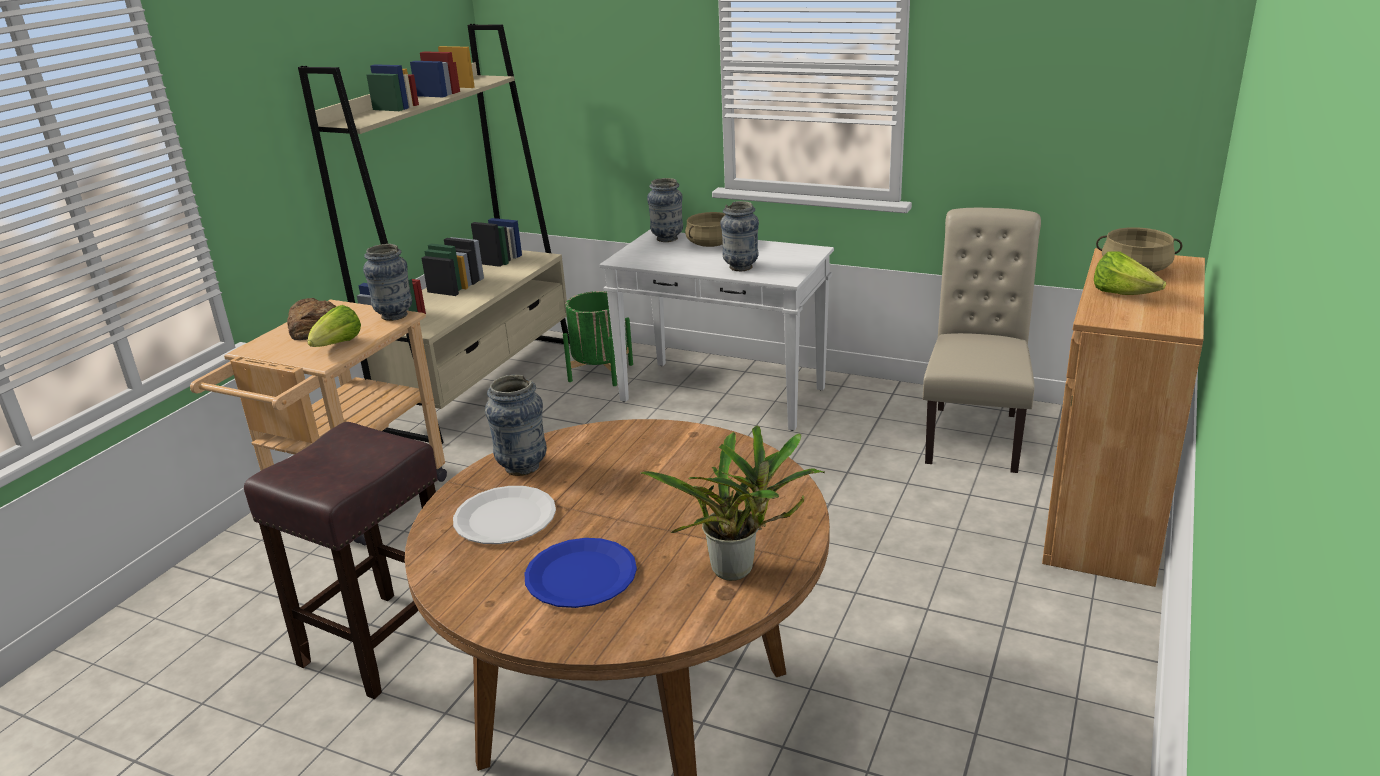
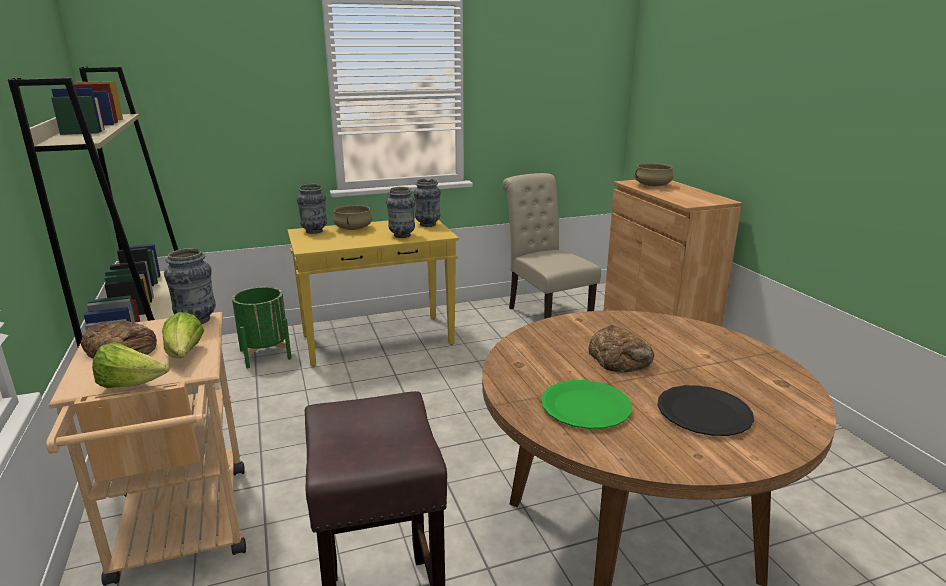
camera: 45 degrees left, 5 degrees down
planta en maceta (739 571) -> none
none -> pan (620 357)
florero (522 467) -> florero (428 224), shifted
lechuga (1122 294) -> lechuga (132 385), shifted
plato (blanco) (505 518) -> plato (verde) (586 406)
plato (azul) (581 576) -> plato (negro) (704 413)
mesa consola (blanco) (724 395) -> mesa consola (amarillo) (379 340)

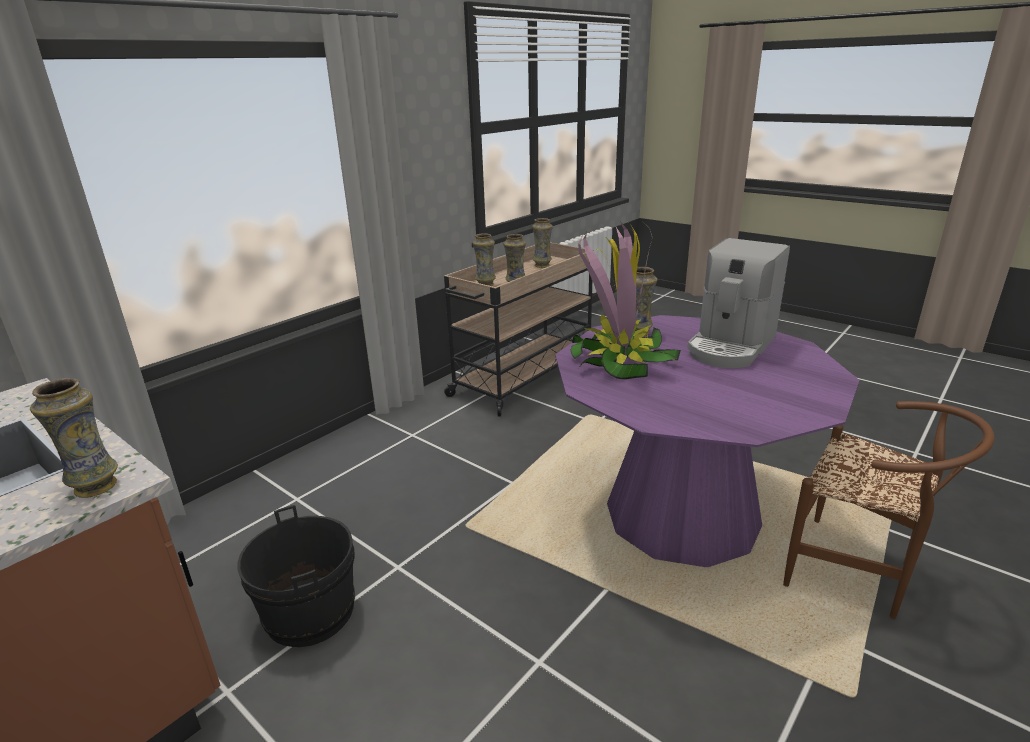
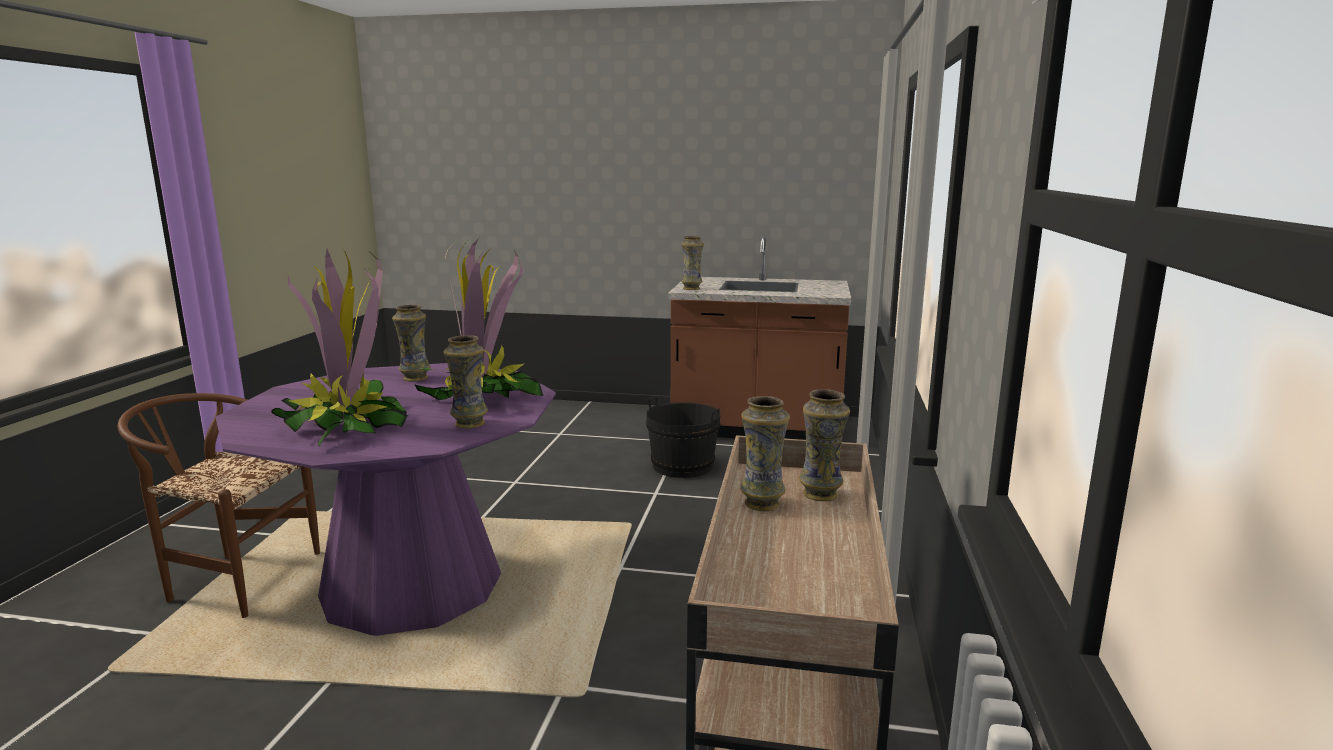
camera: 150 degrees right, 10 degrees down
florero (542 265) -> florero (414 378), shifted
cafetera (731 347) -> planta en maceta (347 426)

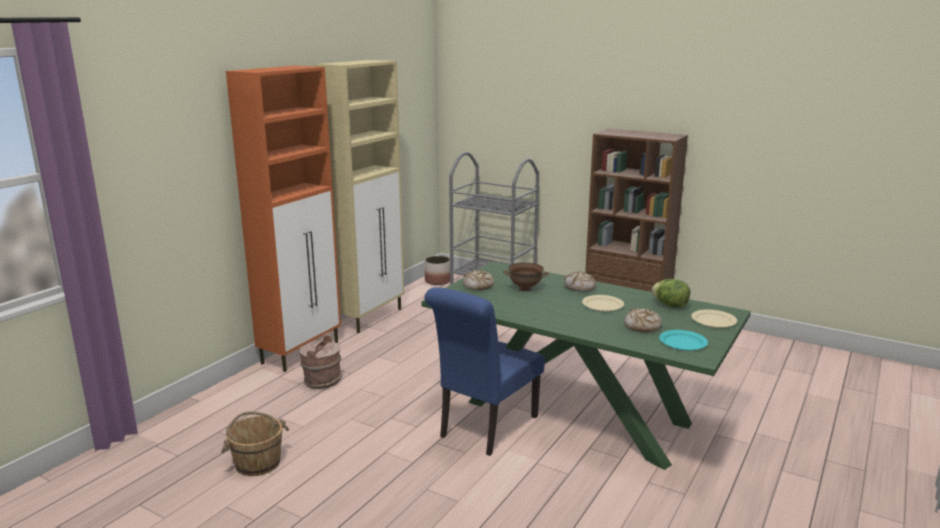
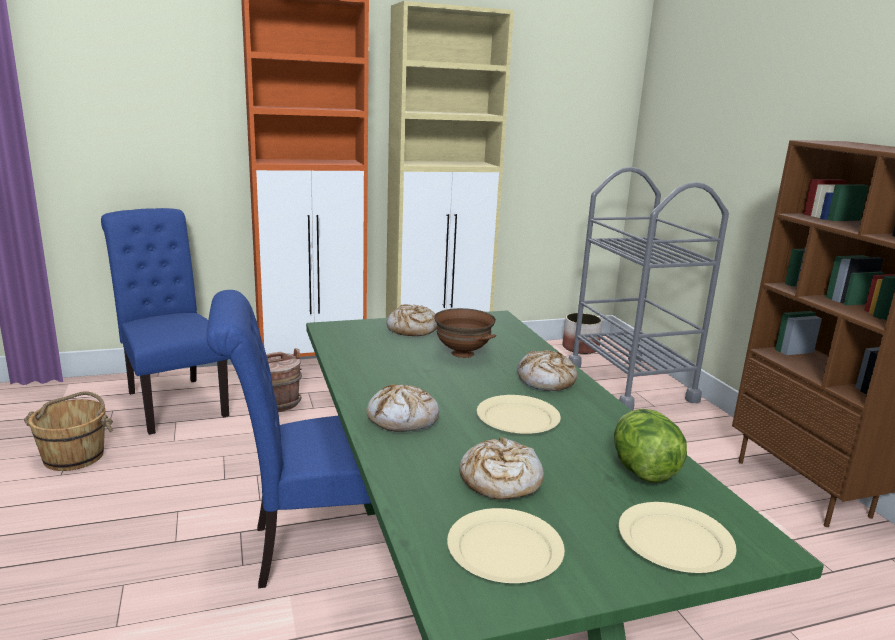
camera: 40 degrees right, 0 degrees up
none -> silla (azul) (173 401)
none -> pan (403 419)
plato (turquesa) (683 342) -> plato (beis) (506 550)

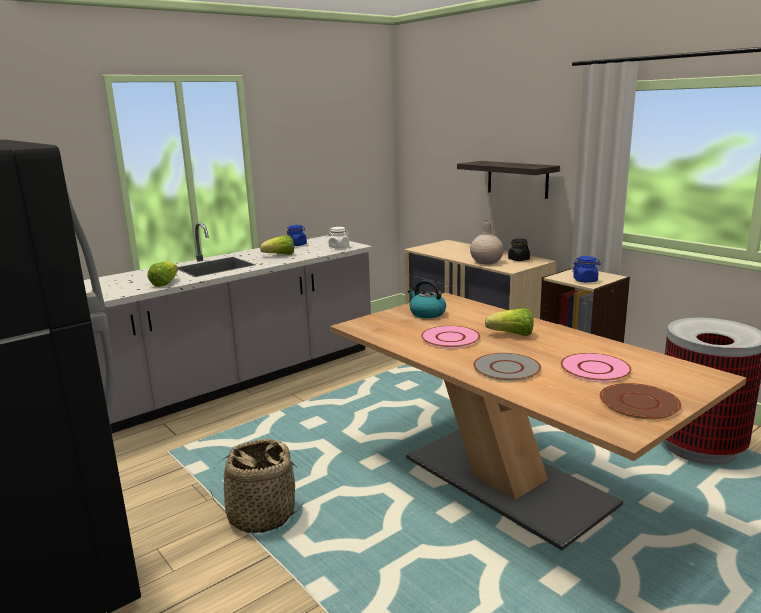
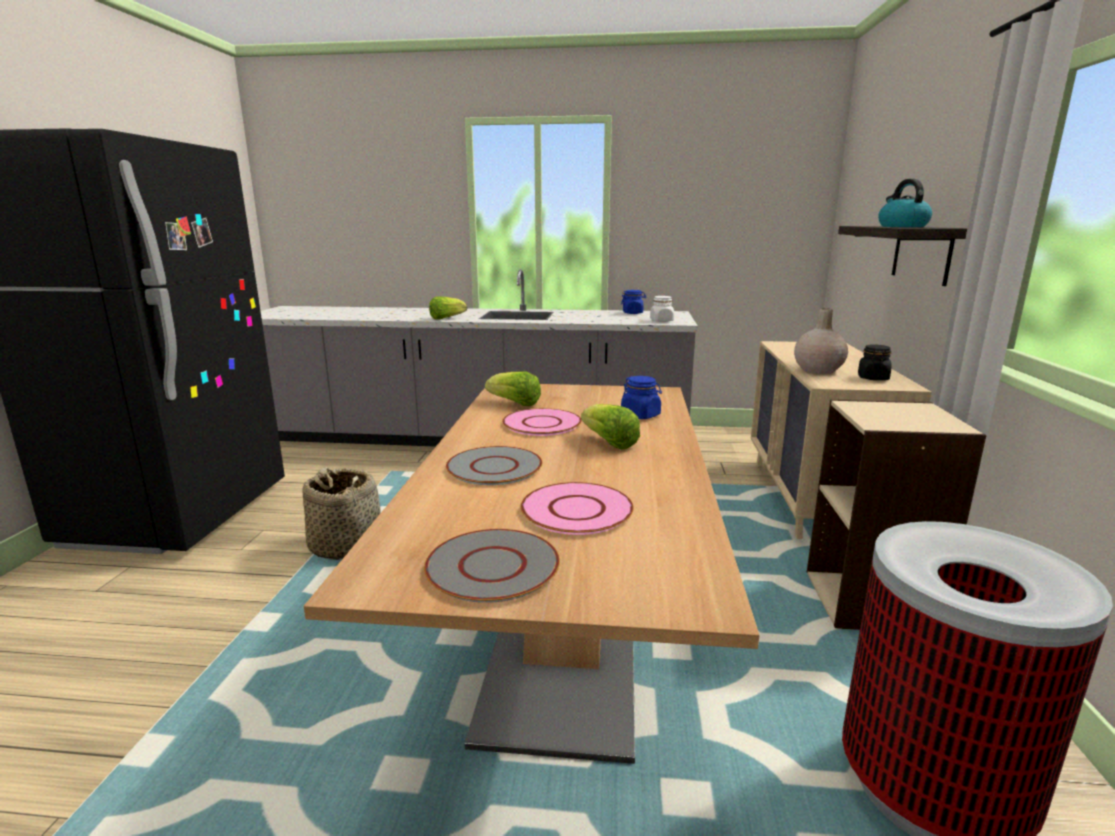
camera: 45 degrees right, 0 degrees up
lechuga (280 255) -> lechuga (515 404), shifted
hervidor (426 313) -> hervidor (901 226), shifted
tarro (azul) (585 280) -> tarro (azul) (640 415), shifted
plato (marrón) (639 403) -> plato (gris) (492 567)

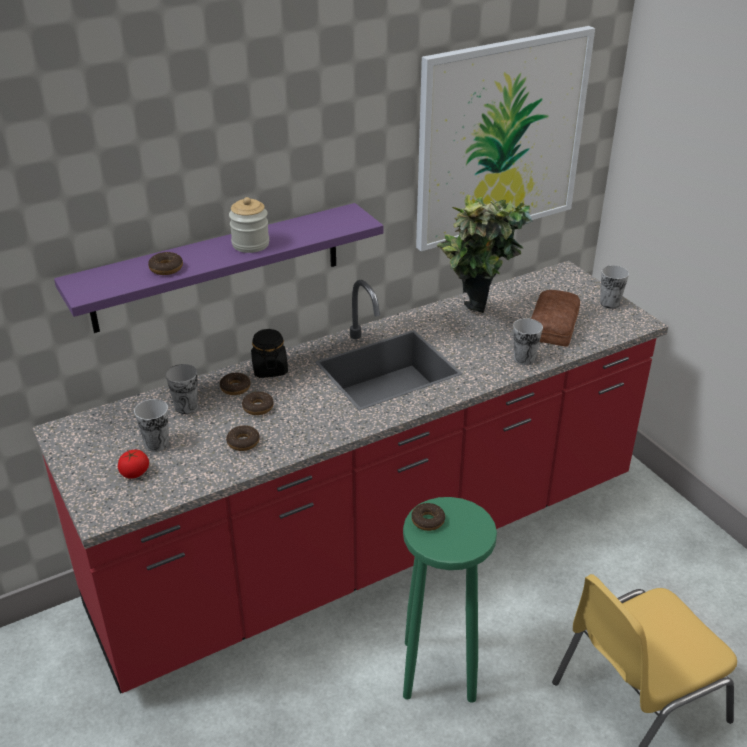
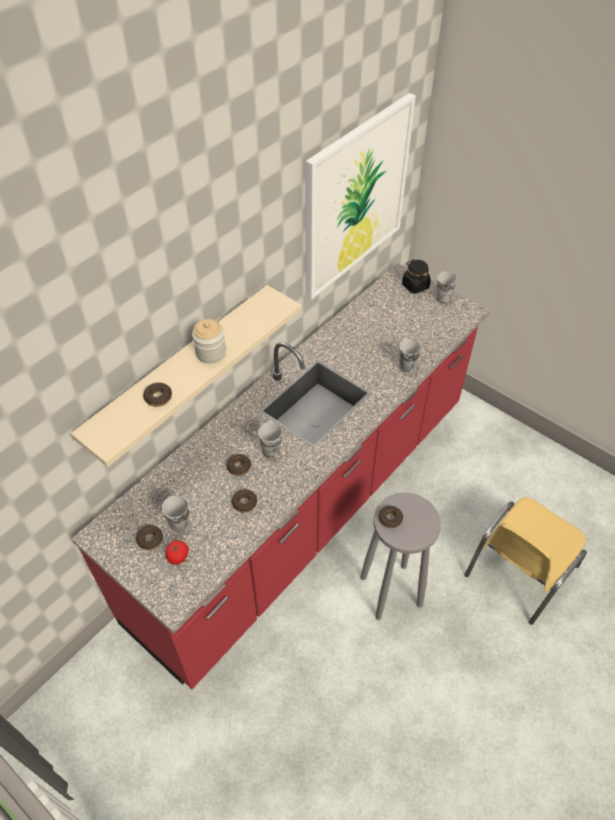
camera: 20 degrees left, 15 degrees up
planta en maceta (475 322) -> none
pan (555 325) -> none
taza (186 407) -> taza (271 451), shifted
rosquilla (235 388) -> rosquilla (150 539), shifted
tarro (negro) (269 369) -> tarro (negro) (415 286), shifted
estante (morado) (217 267) -> estante (beis) (181 371)
taburete (verde) (440 670) -> taburete (gris) (392 590)

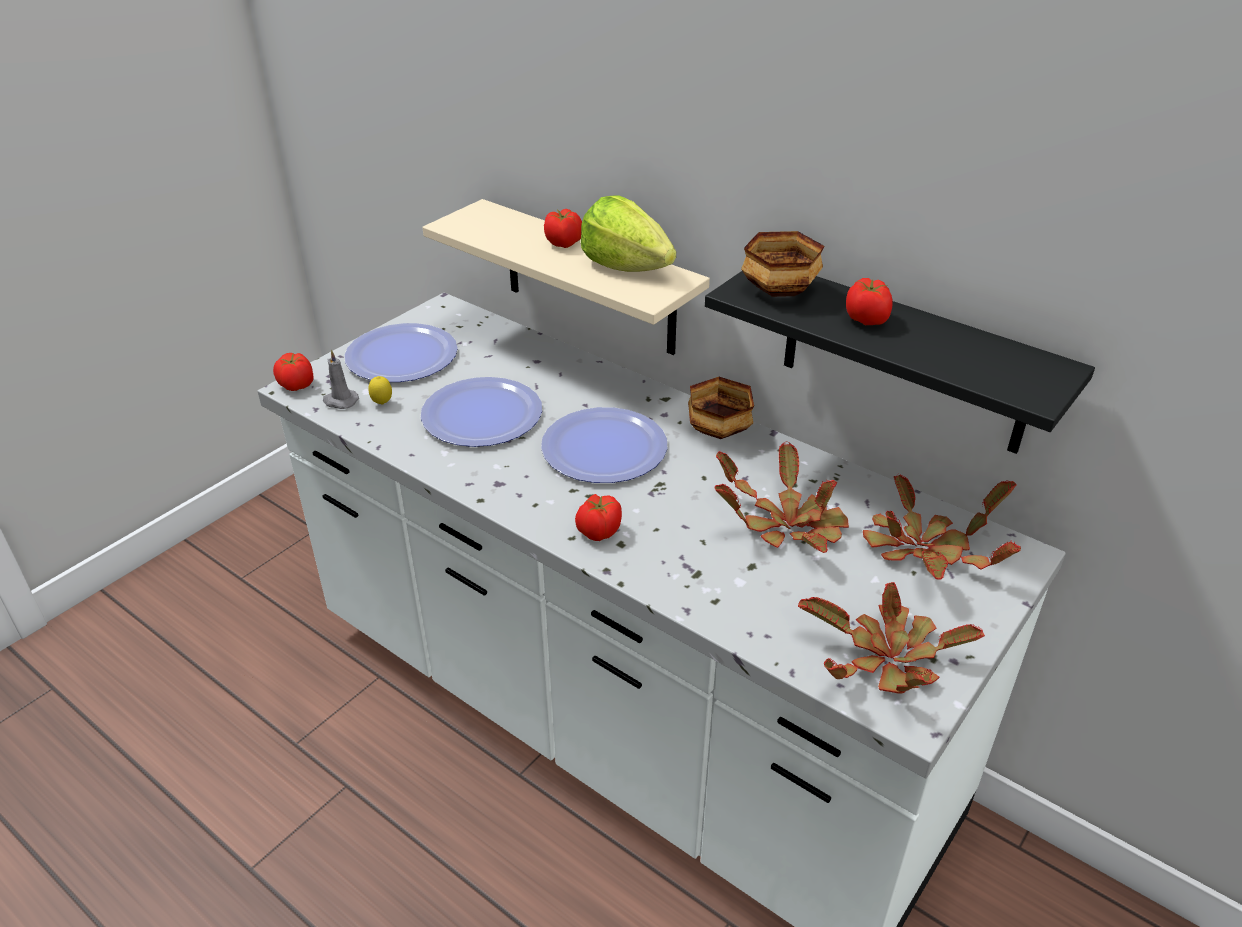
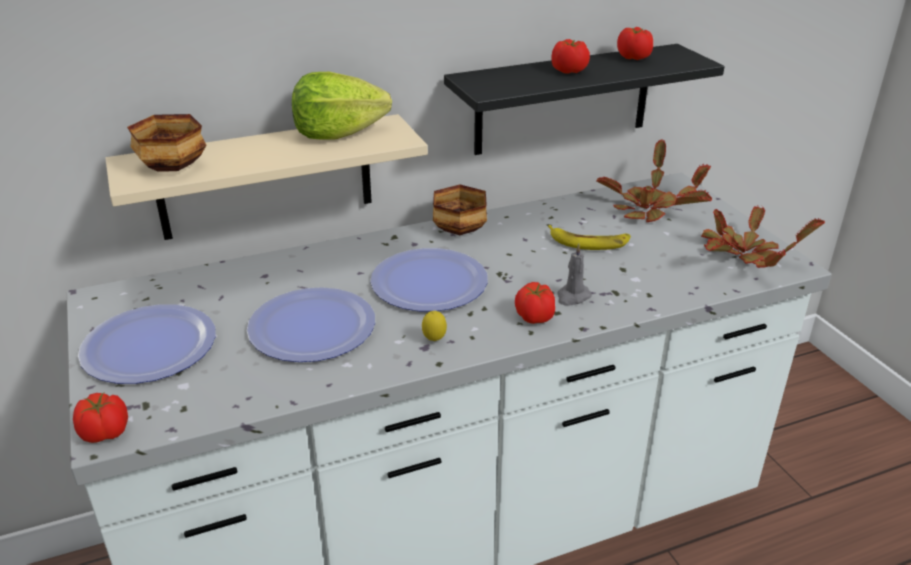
camera: 60 degrees left, 5 degrees down
vela (gris) (340 401) -> vela (gris) (572 297), shifted
limón (382 404) -> limón (434 340), shifted
tomate (564 243) -> tomate (633 58), shifted
cuenco (782 291) -> cuenco (174 167), shifted
planta en maceta (785 524) -> plátano (589 242)

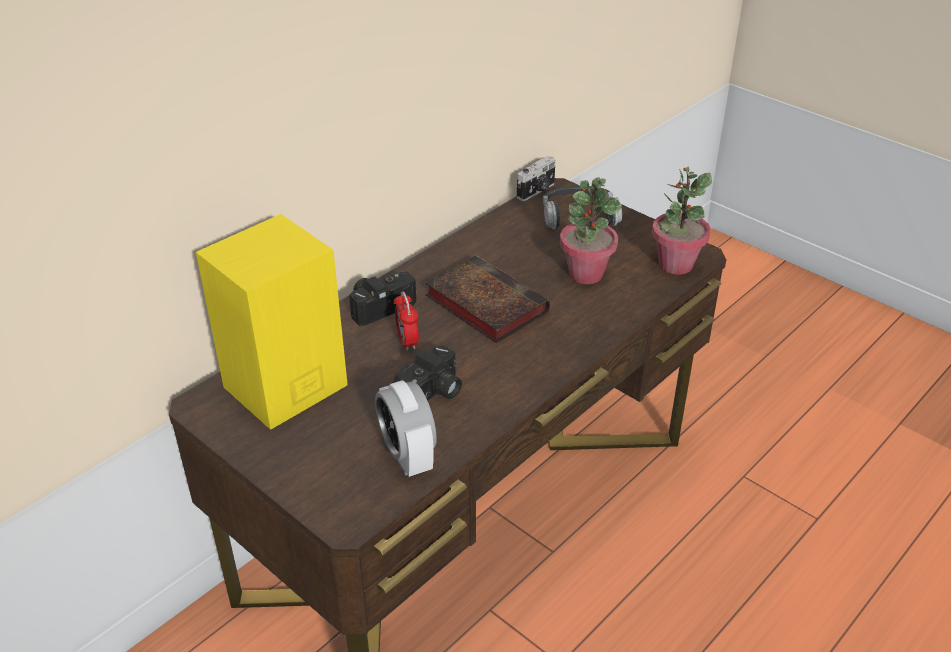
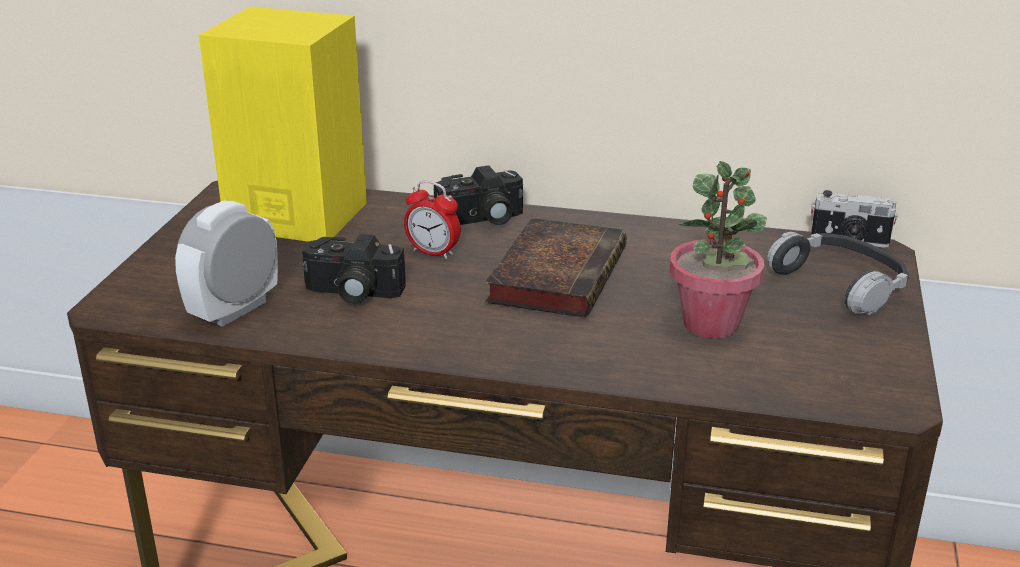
camera: 60 degrees right, 10 degrees down
planta en maceta (675 264) -> none
cámara (380 305) -> cámara (481 220), 135 degrees clockwise
despertador (407 342) -> despertador (433 252), 105 degrees counterclockwise

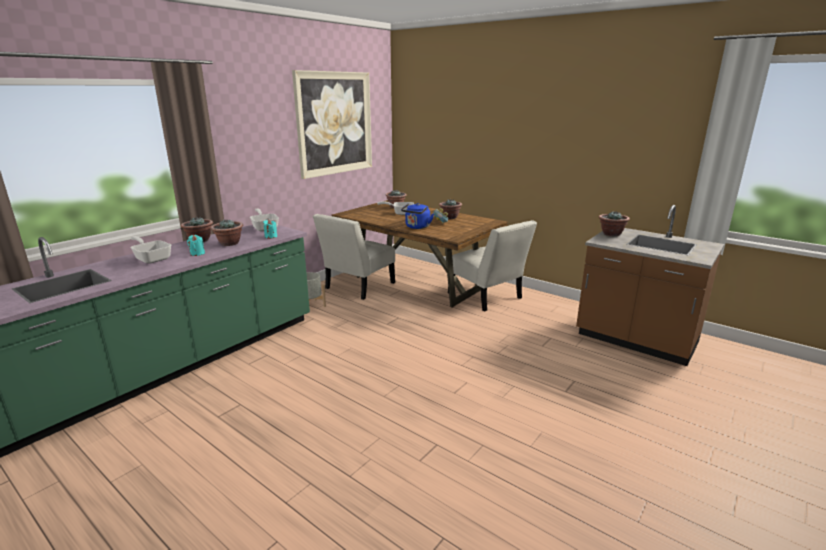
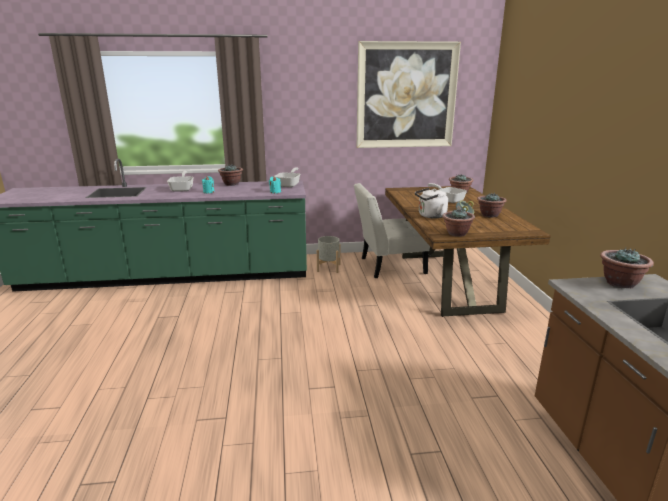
camera: 45 degrees right, 0 degrees up
silla (blanco) (487 297) -> none
planta en maceta (229 243) -> planta en maceta (456 234), shifted
hervidor (azul) (417 227) -> hervidor (blanco) (430 216)

